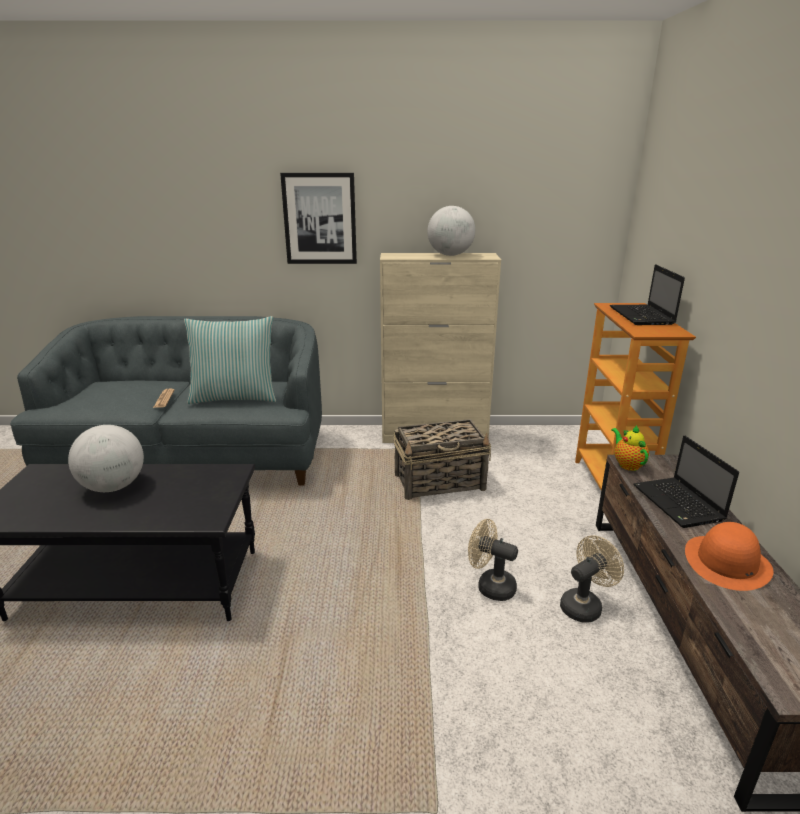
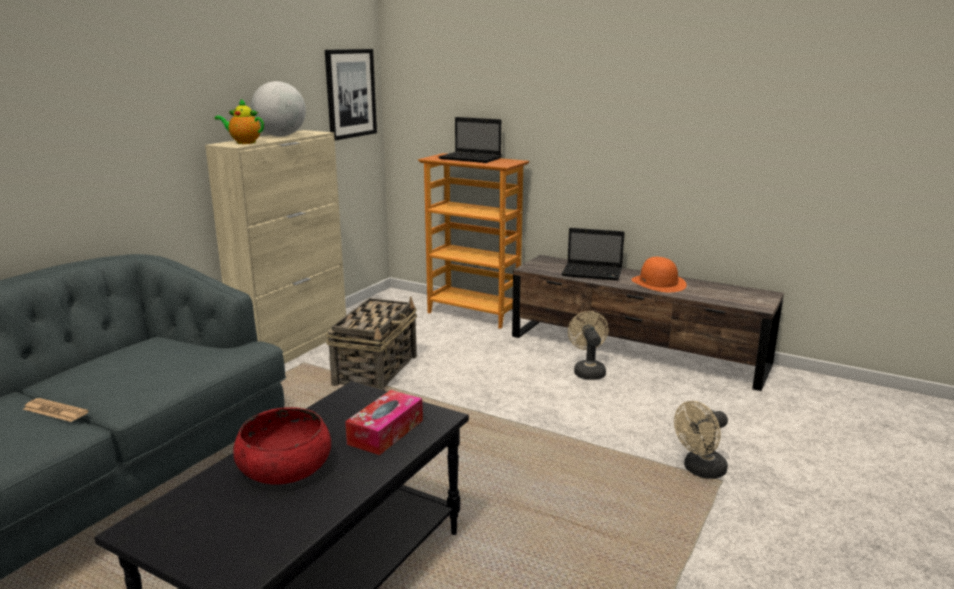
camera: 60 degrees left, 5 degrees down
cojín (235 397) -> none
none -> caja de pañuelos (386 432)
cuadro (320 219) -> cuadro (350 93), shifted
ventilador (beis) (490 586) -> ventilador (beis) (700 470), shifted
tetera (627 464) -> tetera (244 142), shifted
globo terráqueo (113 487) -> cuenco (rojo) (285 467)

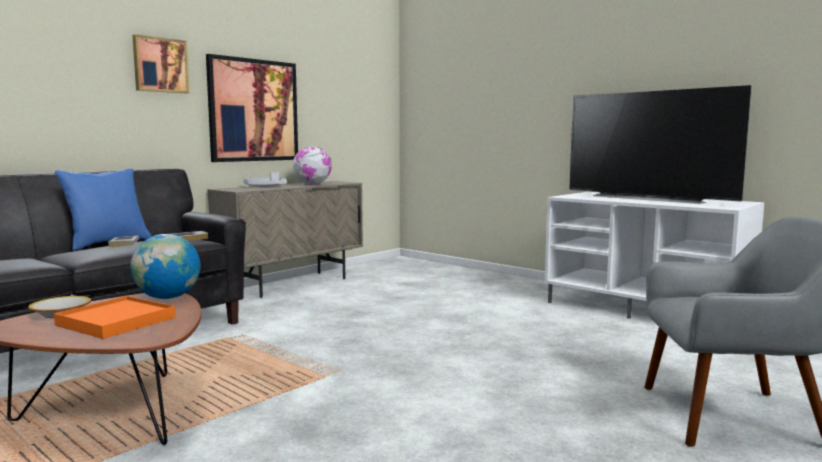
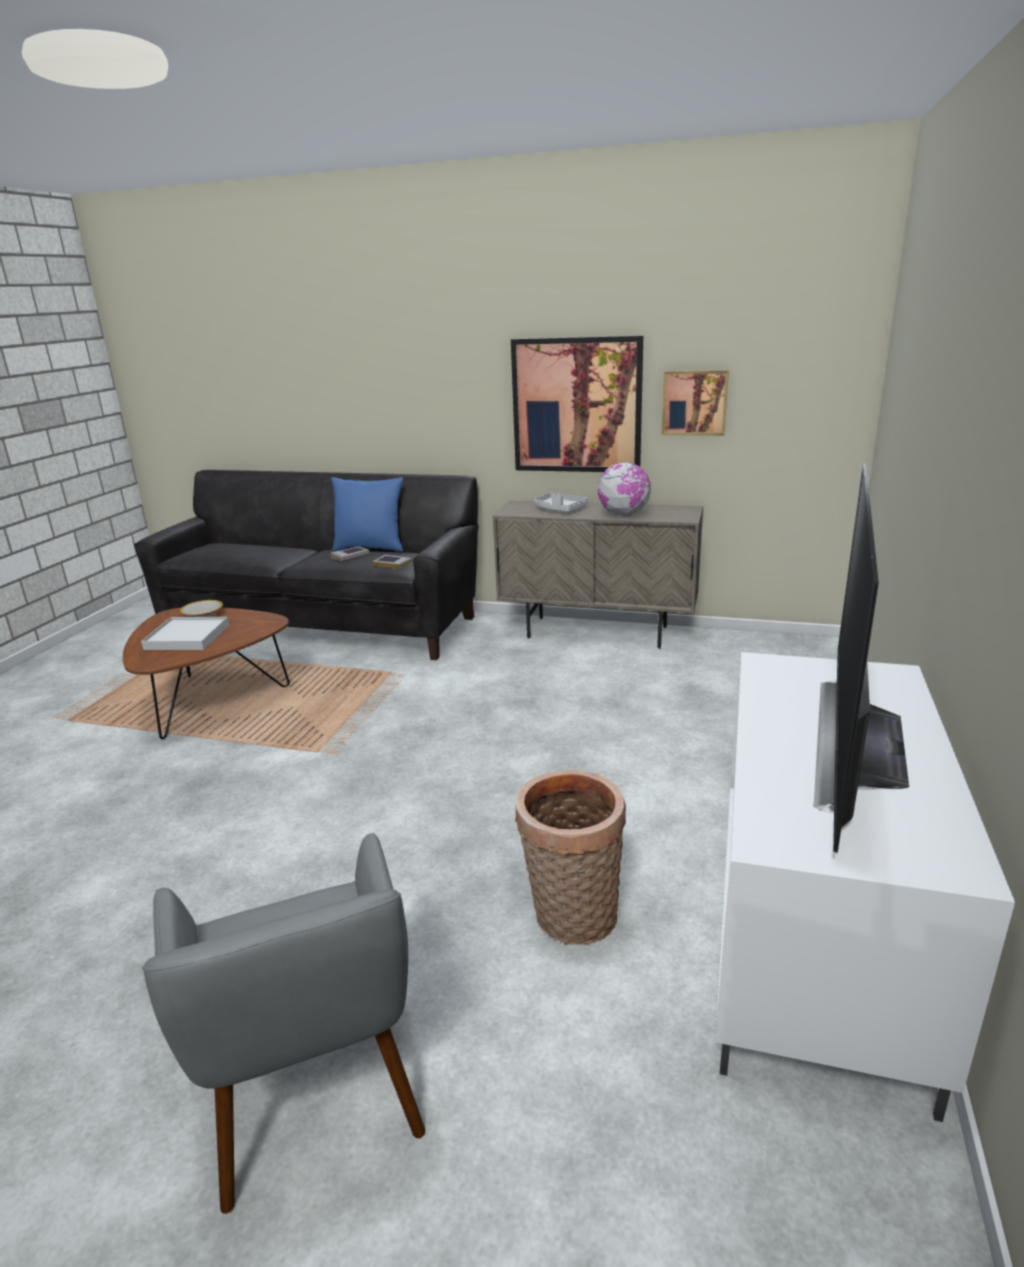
camera: 65 degrees right, 15 degrees up
globo terráqueo (167 298) -> none
none -> cesta (571 919)
cuadro (160 65) -> cuadro (694 402), shifted
bandeja (naranja) (117 321) -> bandeja (blanco) (187 637)

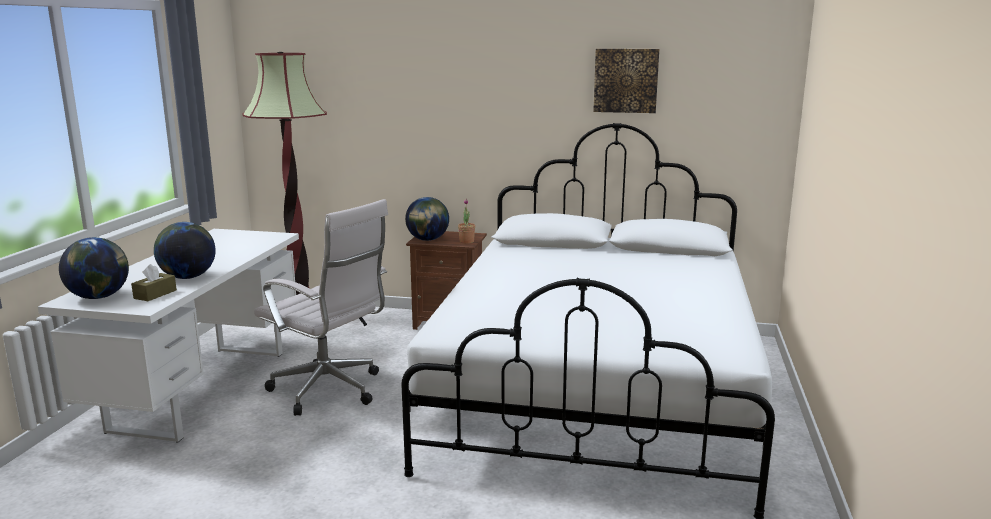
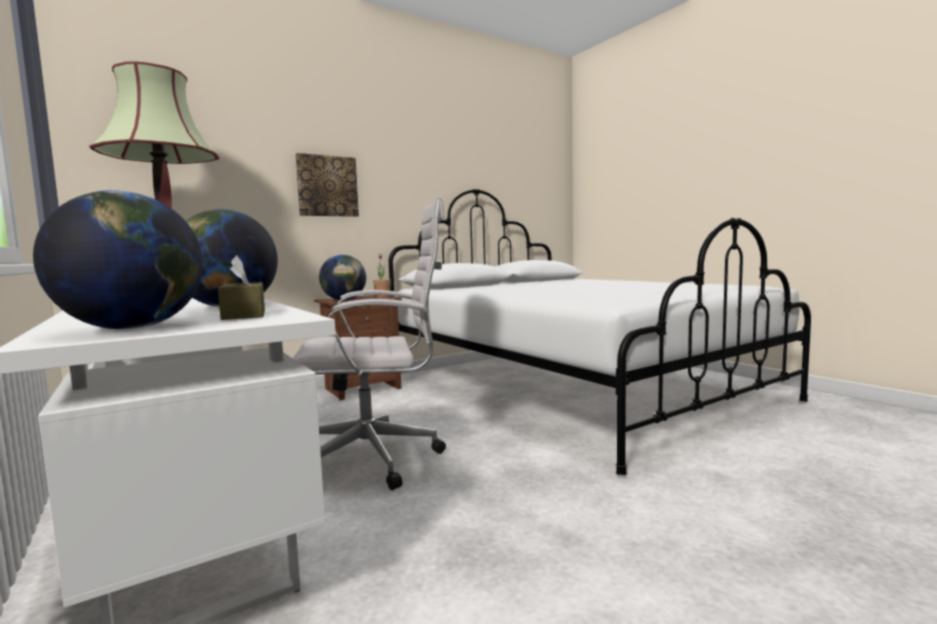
camera: 45 degrees left, 10 degrees down
cuadro (626 80) -> cuadro (327 186), shifted

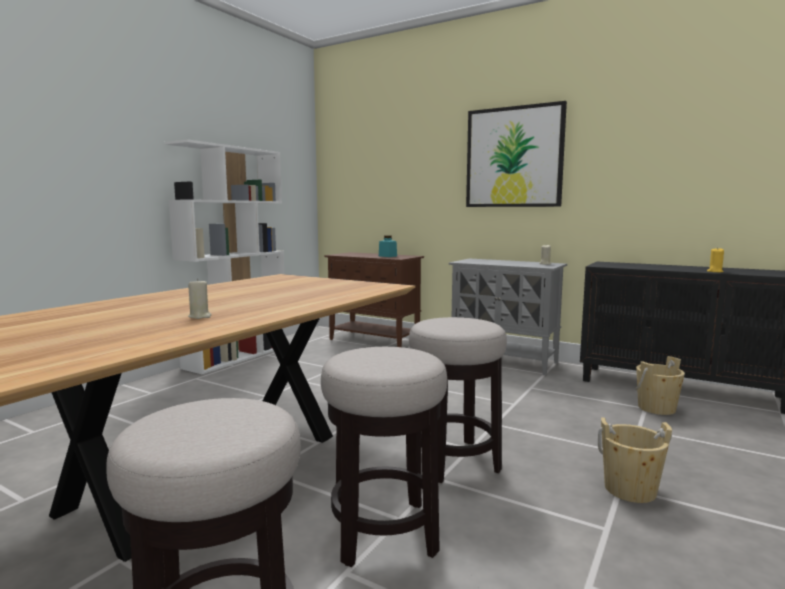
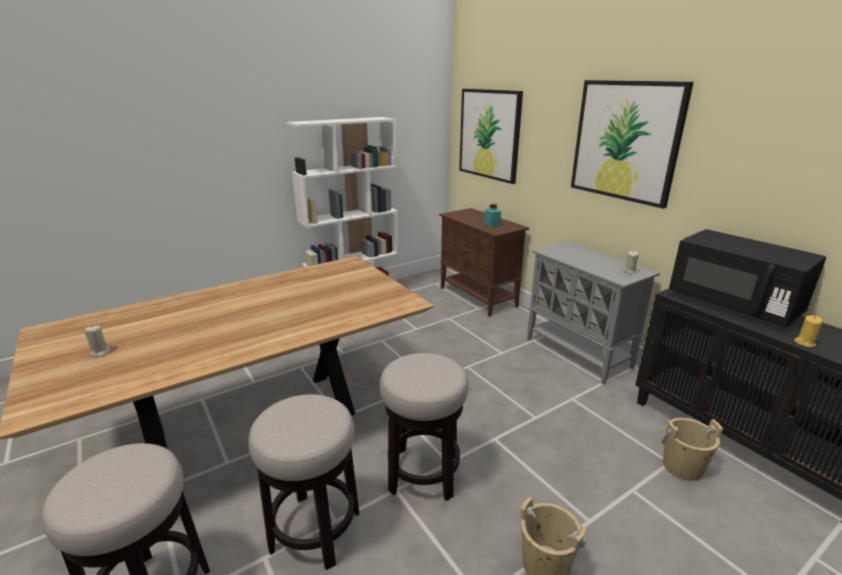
camera: 25 degrees right, 15 degrees up
none -> cuadro (489 134)
none -> microondas (negro) (733 304)
vela (beis) (200 316) -> vela (beis) (100 352), shifted

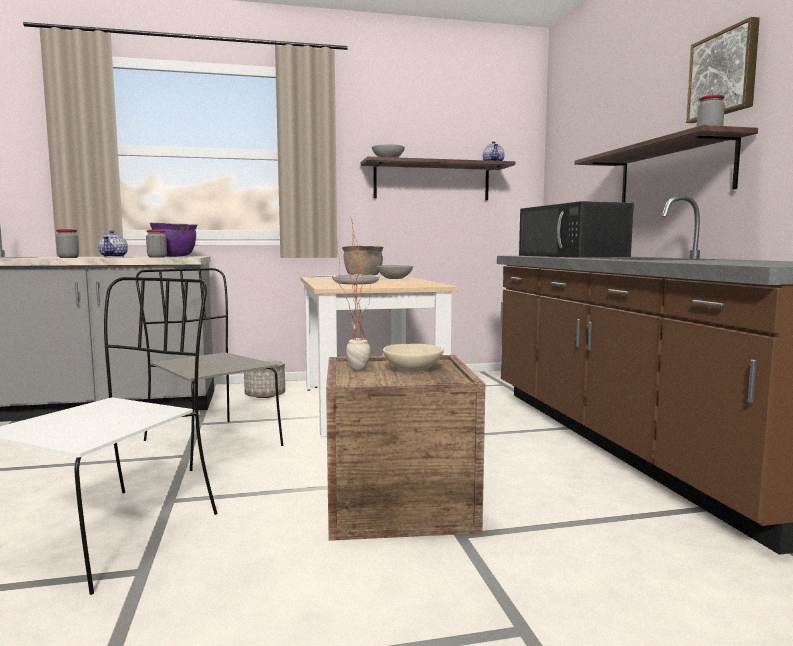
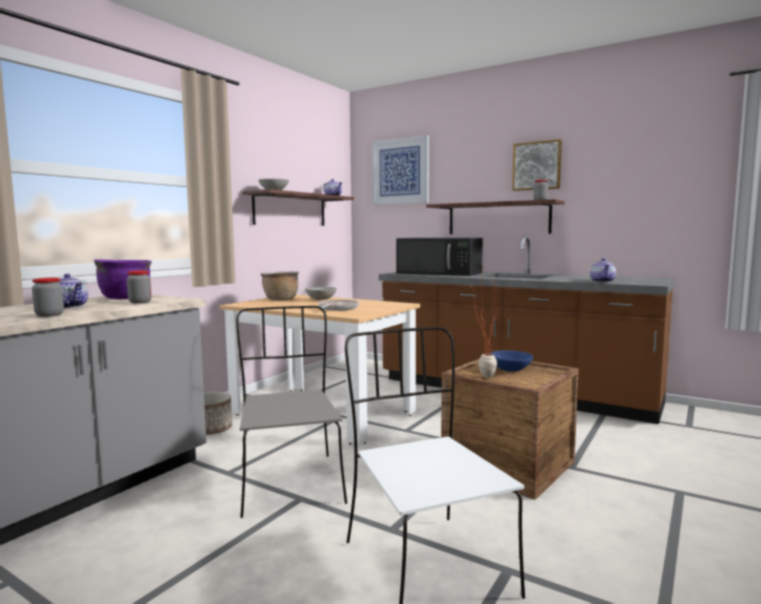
camera: 45 degrees left, 0 degrees up
none -> cuadro (400 171)
none -> tetera (603 281)
cuenco (beis) (413 370) -> cuenco (azul) (510 369)
silla (gris) (210 443) -> silla (gris) (289 482), 75 degrees clockwise

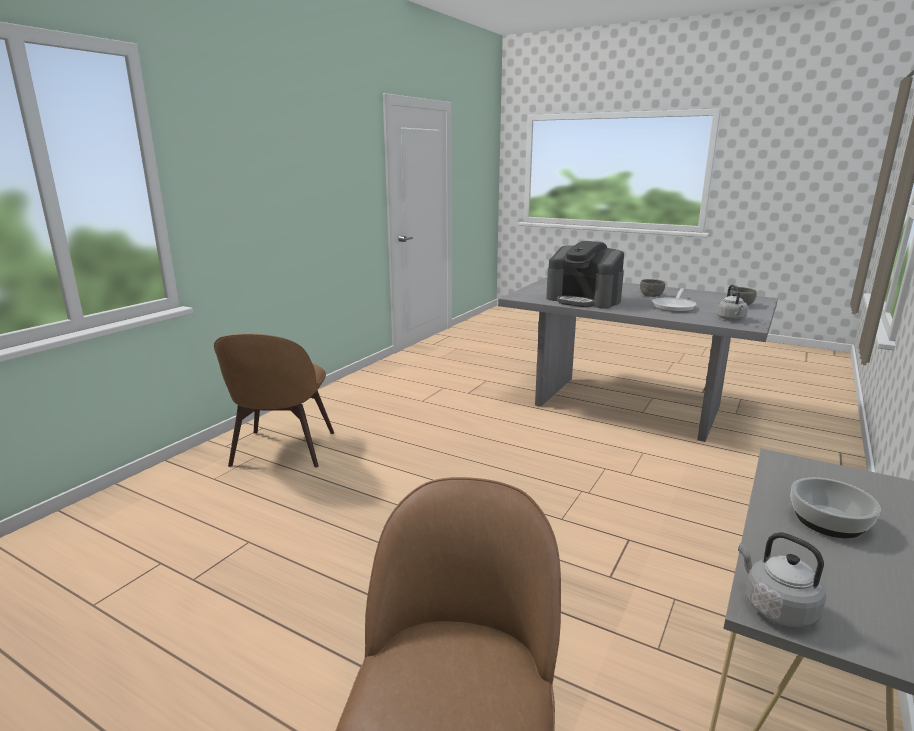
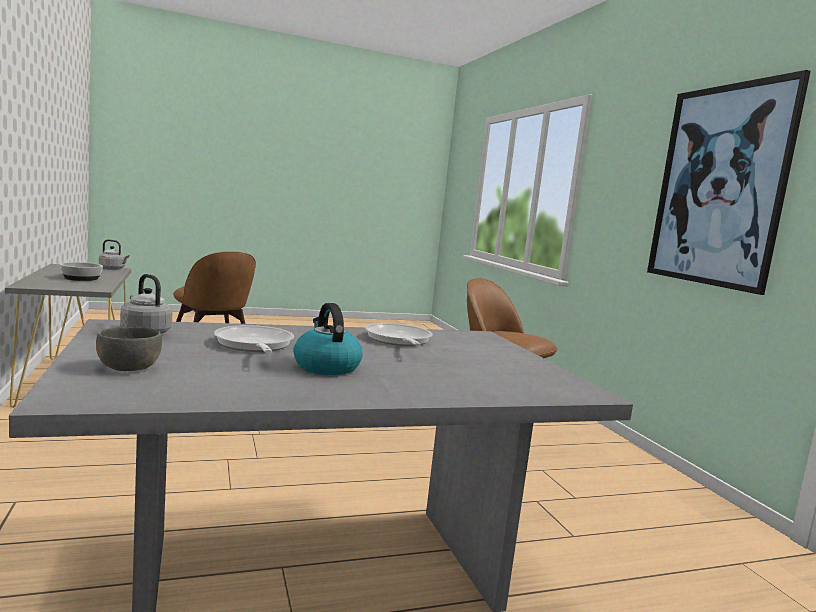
camera: 130 degrees right, 10 degrees down
none -> cuadro (719 186)
cafetera (584 300) -> sartén (398 341)
cuenco (gris) (651 295) -> hervidor (326 366)

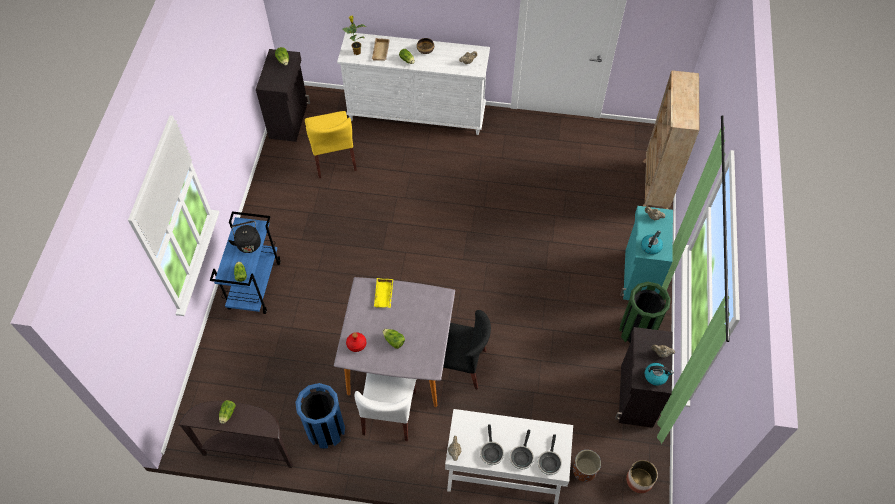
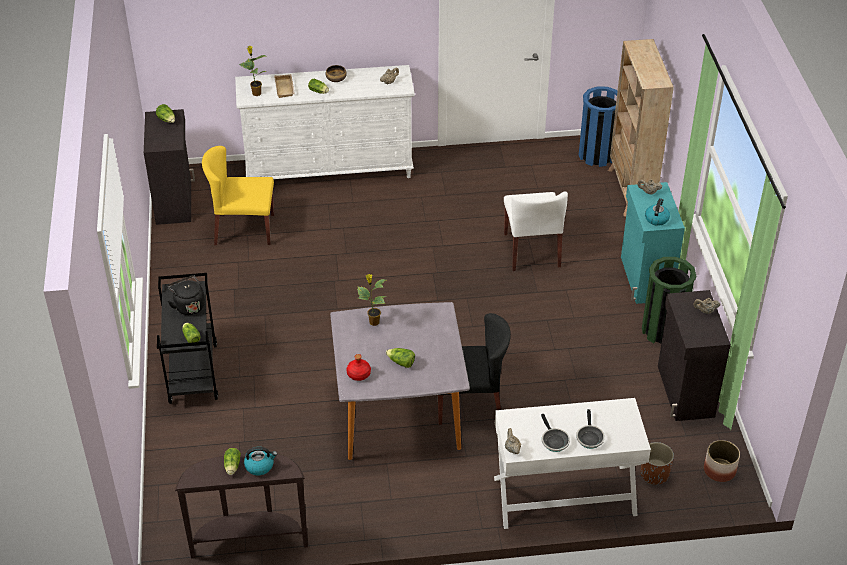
camera: 15 degrees left, 15 degrees down
sartén (549 461) -> none
papelera (azul) (325 430) -> papelera (azul) (597 155), shifted
silla (blanco) (389 413) -> silla (blanco) (532 250), shifted
hervidor (656 376) -> hervidor (260 466), shifted
bandeja (amarillo) (384 295) -> planta en maceta (373 322)
carrito (azul) (254 284) -> carrito (negro) (192 373)
silla (amarillo) (333 157) -> silla (amarillo) (244 229), 120 degrees clockwise

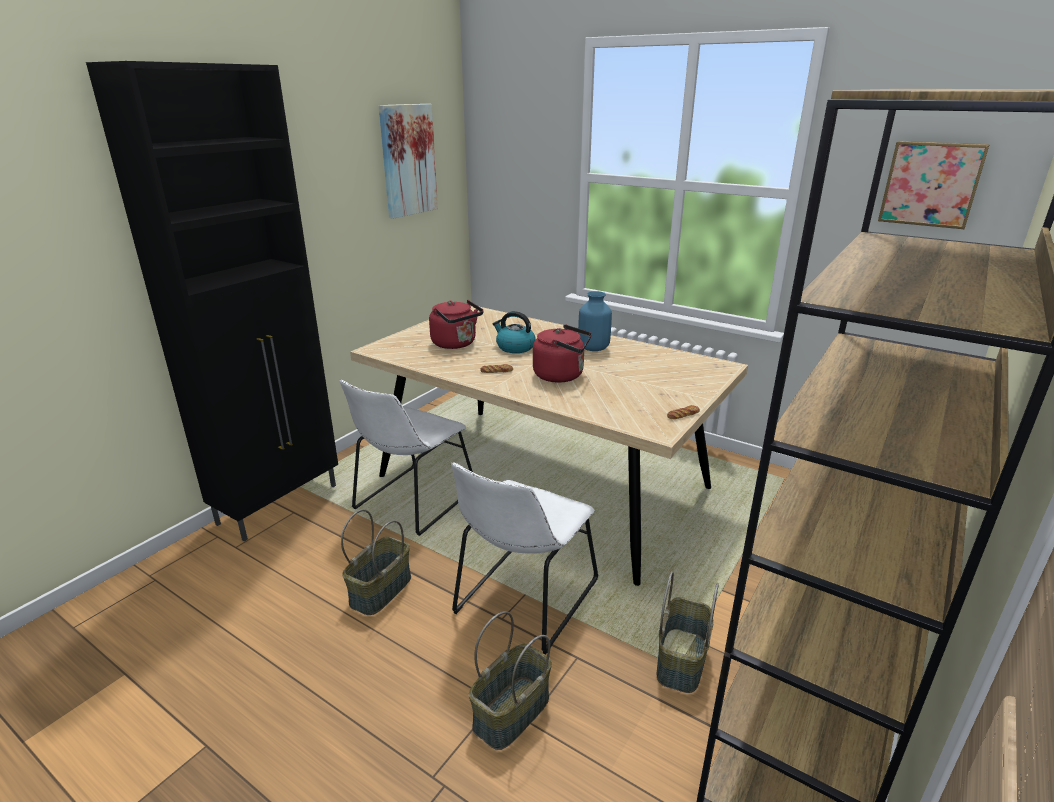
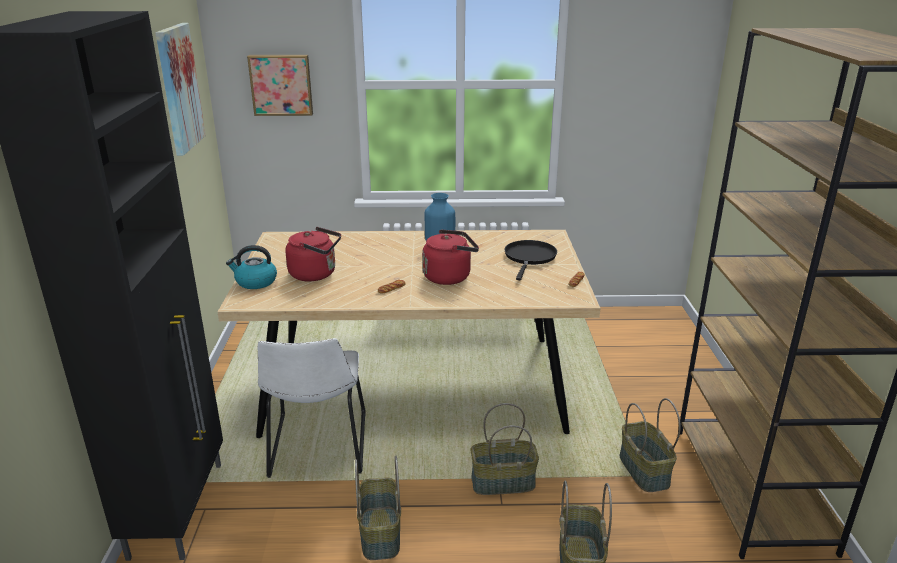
camera: 35 degrees left, 0 degrees up
none -> sartén (negro) (529 258)
hervidor (514 347) -> hervidor (255 282), shifted
cuadro (931 184) -> cuadro (281 84), shifted
silla (blanco) (523 600) -> cesta (502 483)

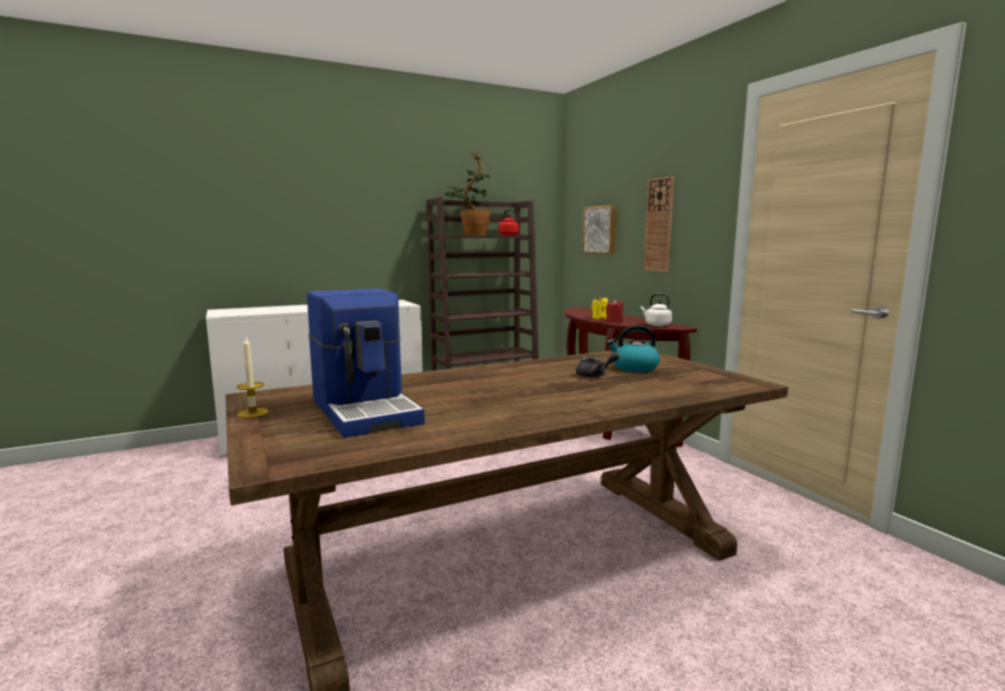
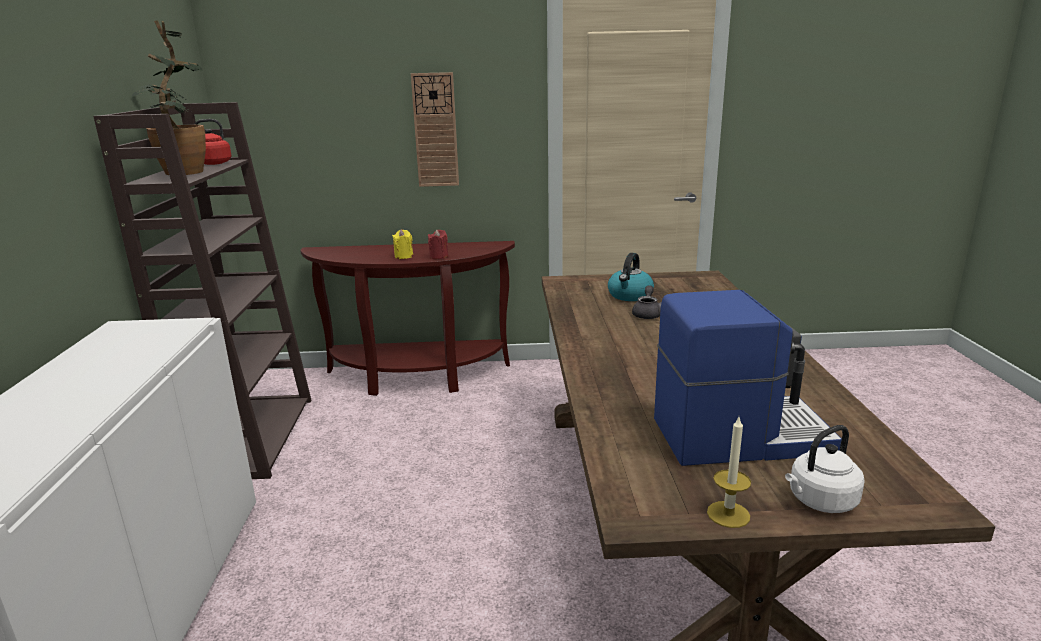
camera: 65 degrees left, 10 degrees up
cuadro (601 230) -> none
hervidor (blanco) (656 325) -> hervidor (blanco) (820 501), shifted

